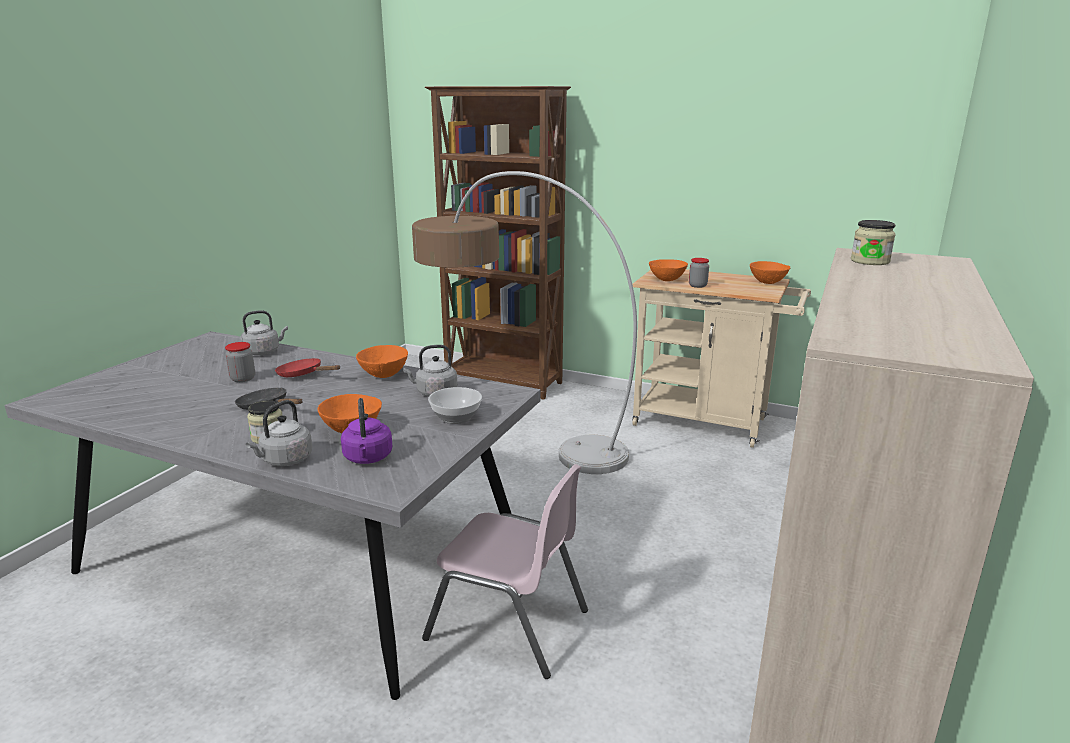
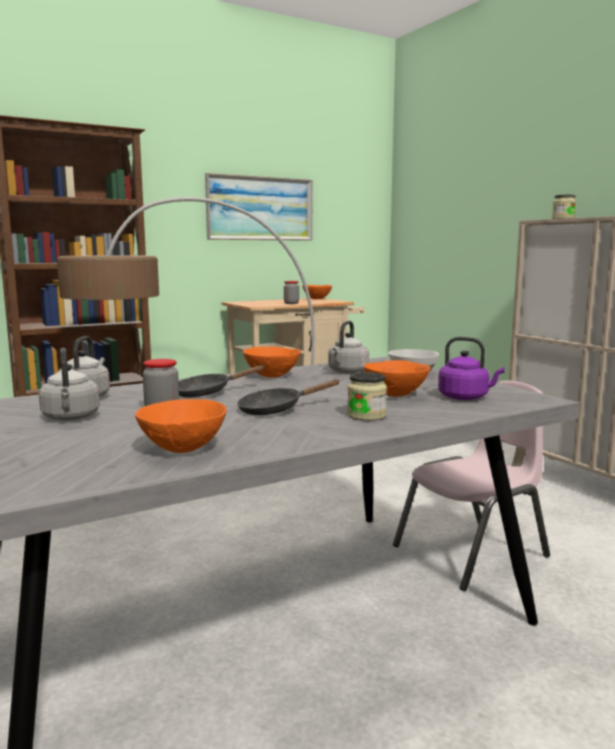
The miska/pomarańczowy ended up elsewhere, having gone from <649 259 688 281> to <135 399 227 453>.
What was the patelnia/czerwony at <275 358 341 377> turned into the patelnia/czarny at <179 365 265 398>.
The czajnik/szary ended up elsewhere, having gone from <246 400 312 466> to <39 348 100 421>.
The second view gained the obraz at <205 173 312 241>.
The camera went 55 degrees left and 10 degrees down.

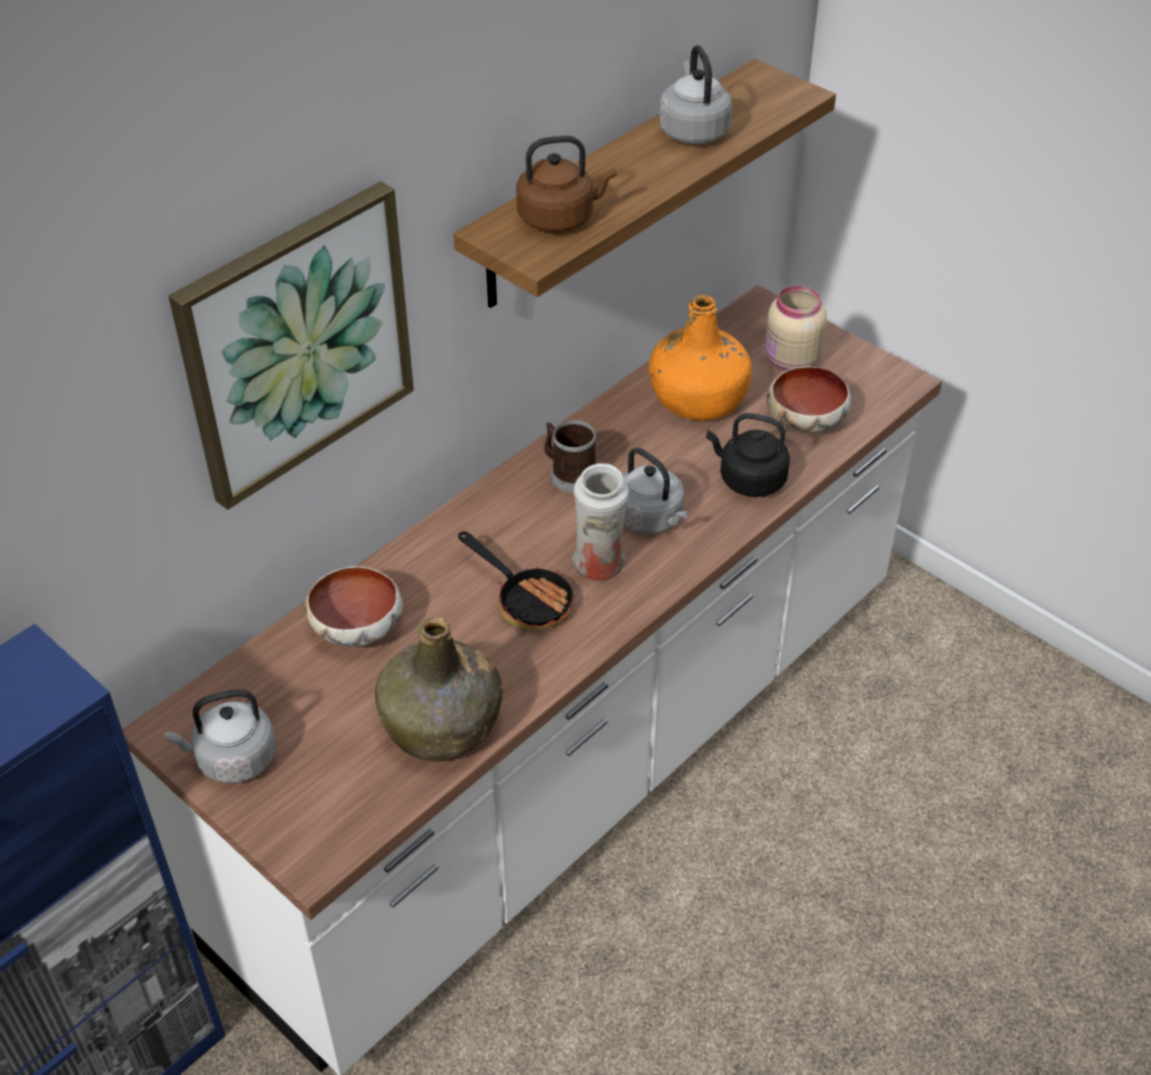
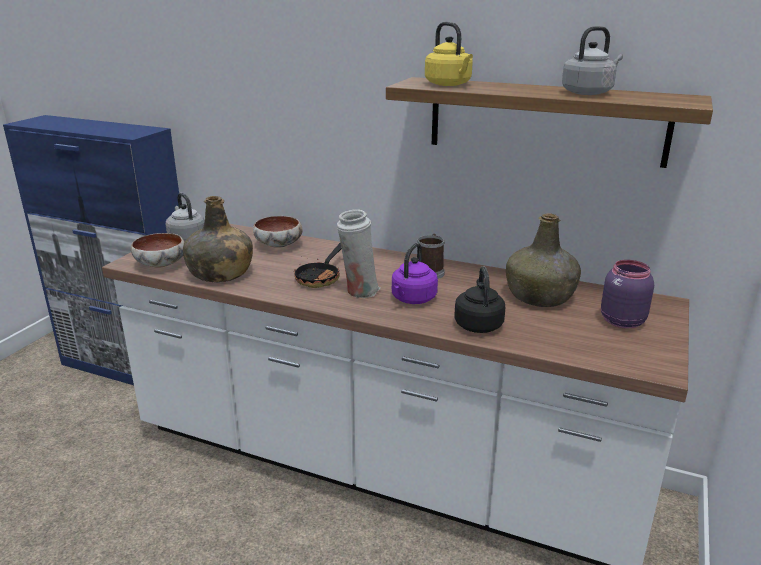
What was the czajnik/brązowy at <516 136 616 233> turned into the czajnik/żółty at <425 22 473 86>.
The second view lost the obraz at <169 181 414 510>.
What was the słoik/beżowy at <765 286 827 371> turned into the słoik/fioletowy at <601 260 654 328>.
What was the butelka/pomarańczowy at <649 295 752 421> turned into the butelka/zielony at <506 213 581 307>.
The miska ended up elsewhere, having gone from <766 366 851 432> to <131 233 185 268>.
What was the czajnik/szary at <623 448 689 533> turned into the czajnik/fioletowy at <392 243 438 304>.
The camera went 70 degrees right and 20 degrees down.

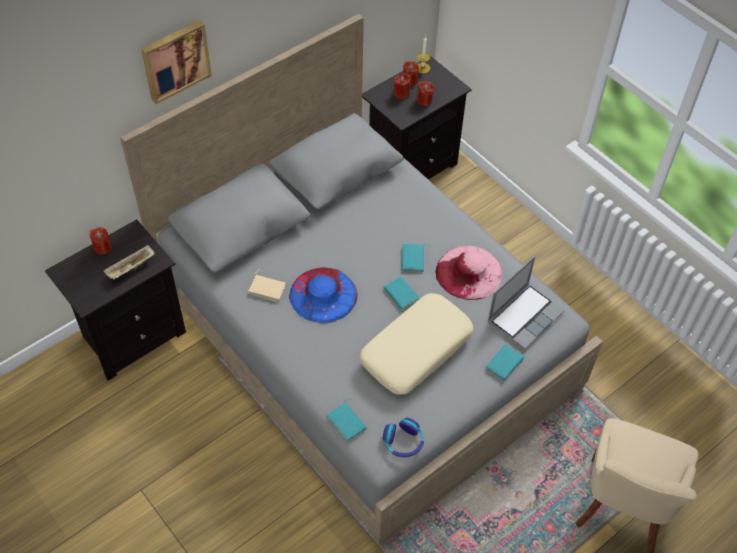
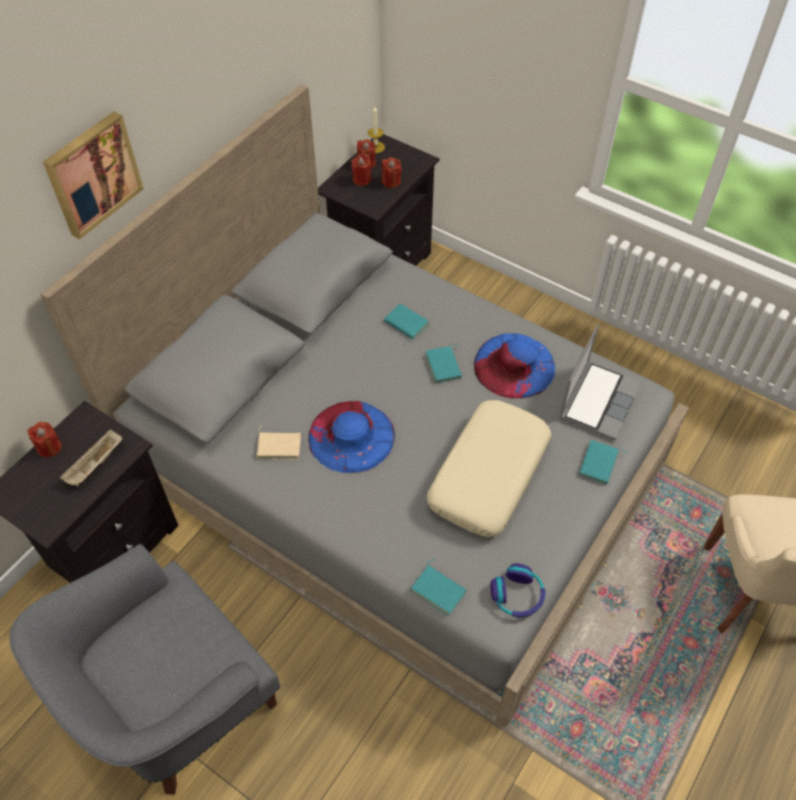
What was the kapelusz/różowy at <436 245 502 300> turned into the kapelusz/niebieski at <474 333 555 398>.
The książka/turkusowy ended up elsewhere, having gone from <384 277 420 312> to <384 304 429 342>.
The second view gained the fotel/szary at <10 544 280 795>.
The camera went 15 degrees left and 0 degrees up.

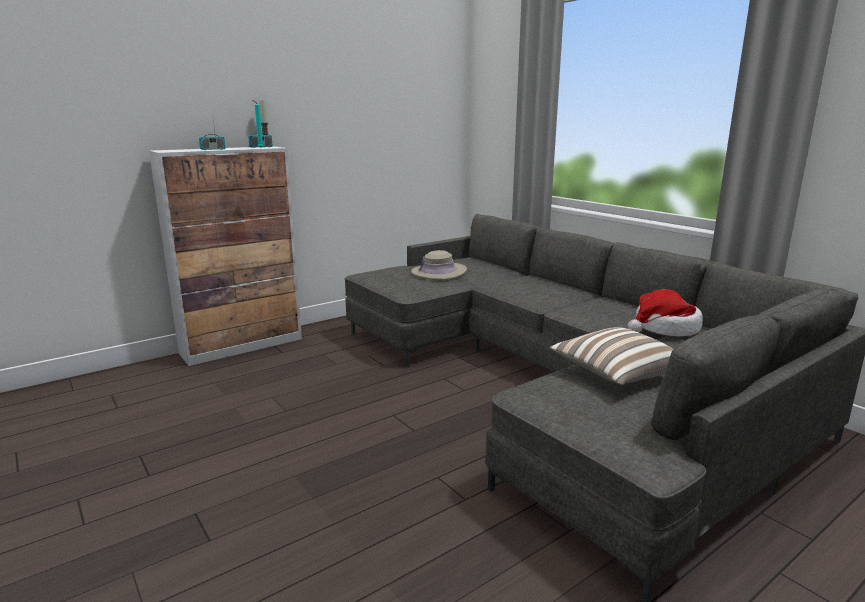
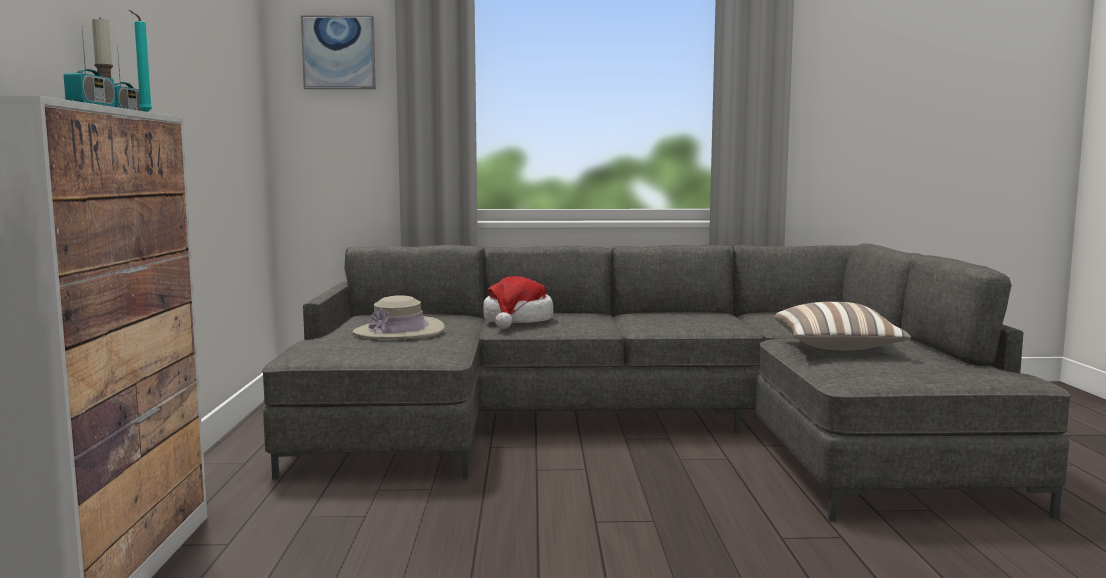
The kapelusz ended up elsewhere, having gone from <628 289 703 336> to <483 276 553 329>.
The second view gained the obraz at <301 15 376 89>.
The camera went 55 degrees left and 10 degrees down.

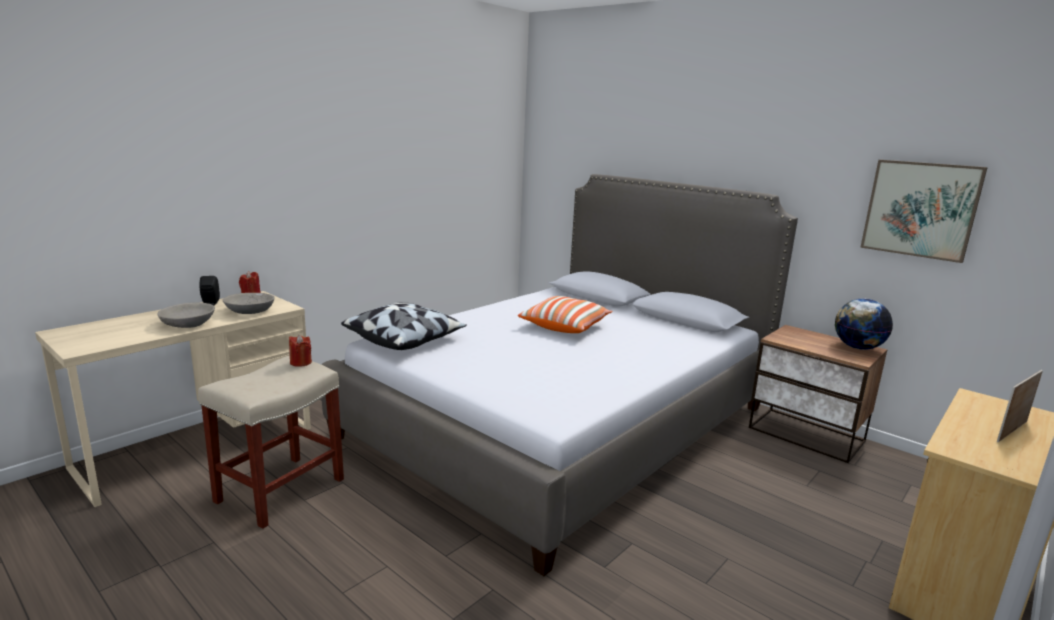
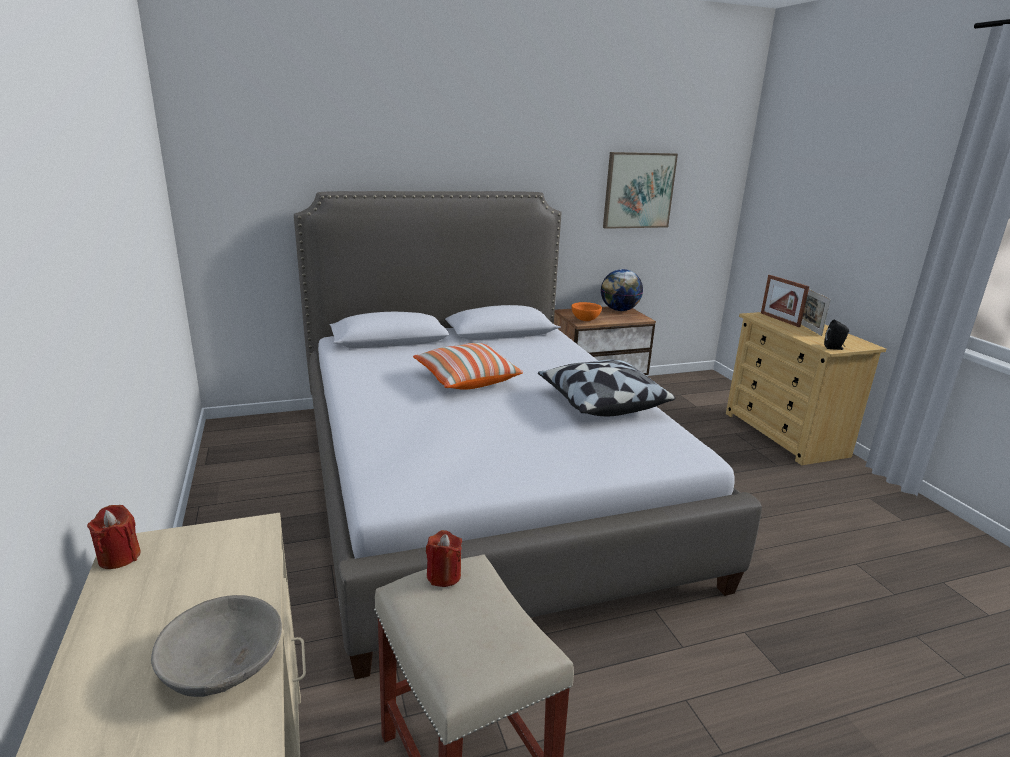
The głośnik/czarny ended up elsewhere, having gone from <199 276 220 306> to <824 320 849 350>.
The second view lost the miska/szary at <223 293 274 314>.
The poduszka ended up elsewhere, having gone from <341 302 467 350> to <538 360 675 417>.
The second view gained the ramka na zdjęcie at <761 275 809 327>.
The second view gained the miska/pomarańczowy at <571 302 602 321>.
The camera went 60 degrees left and 5 degrees up.

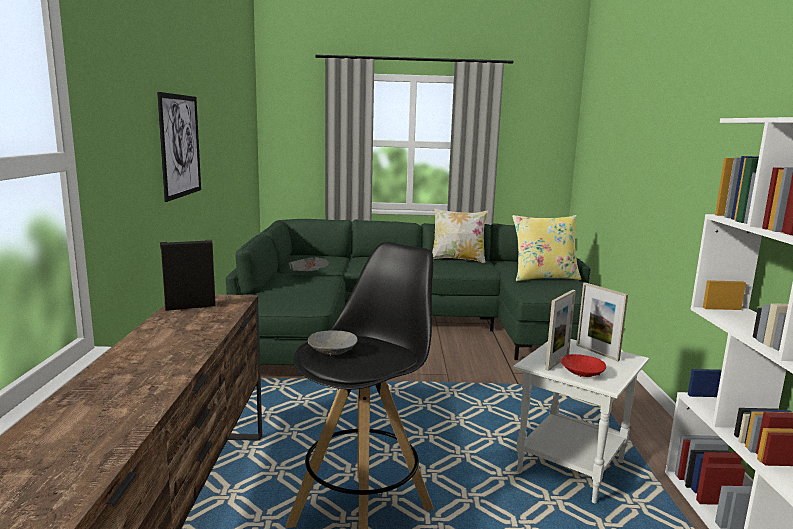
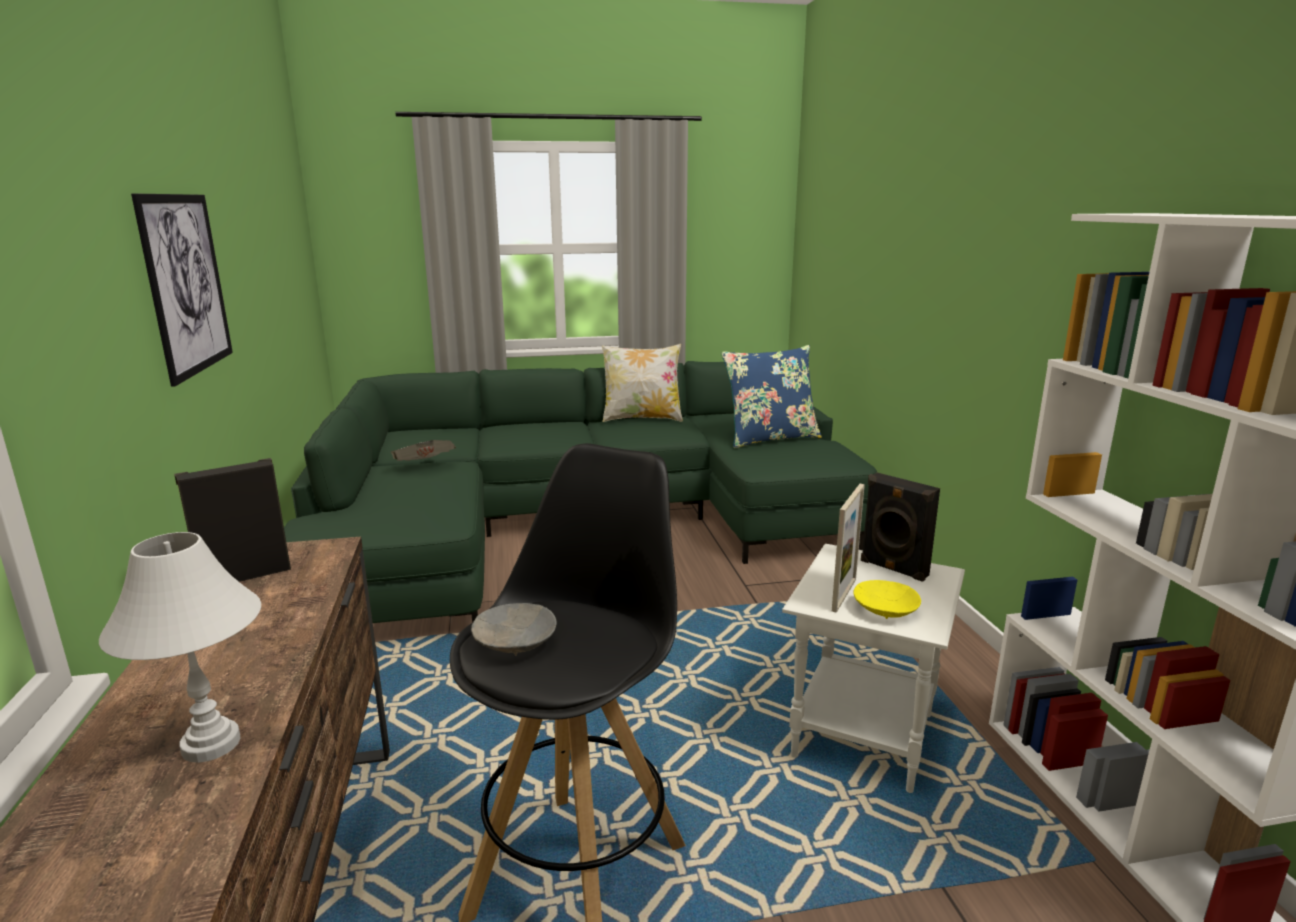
What was the poduszka/żółty at <512 215 581 281> turned into the poduszka/niebieski at <721 345 822 448>.
Where the ramka na zdjęcie stood at <577 282 628 361>, the głośnik/czarny came to stand at <861 473 940 582>.
What was the miska/czerwony at <561 354 606 377> turned into the miska/żółty at <853 580 921 619>.
The second view gained the lampa stołowa/biały at <99 532 261 763>.
The camera went 10 degrees left and 5 degrees up.

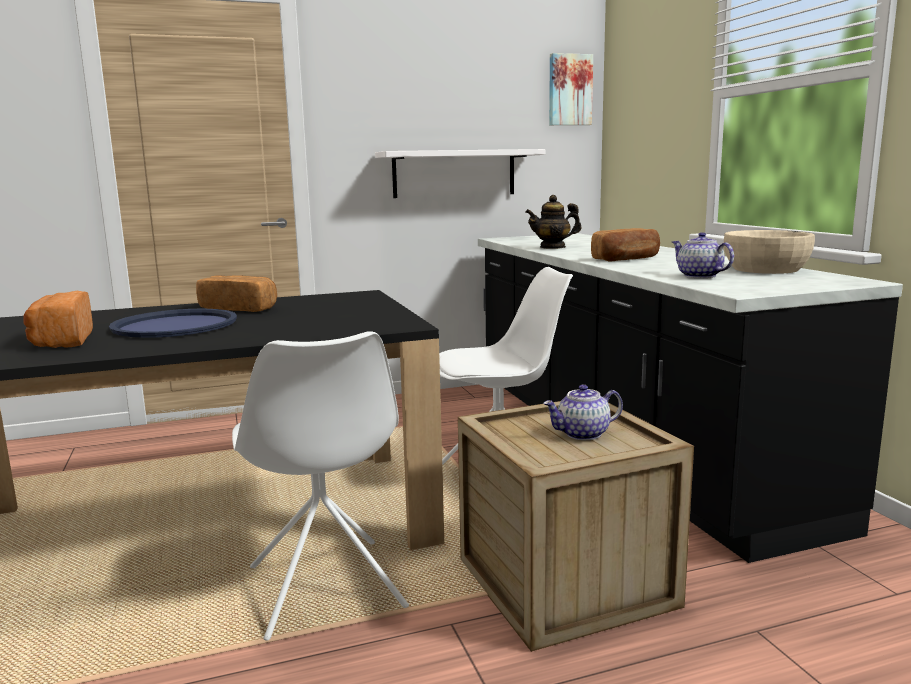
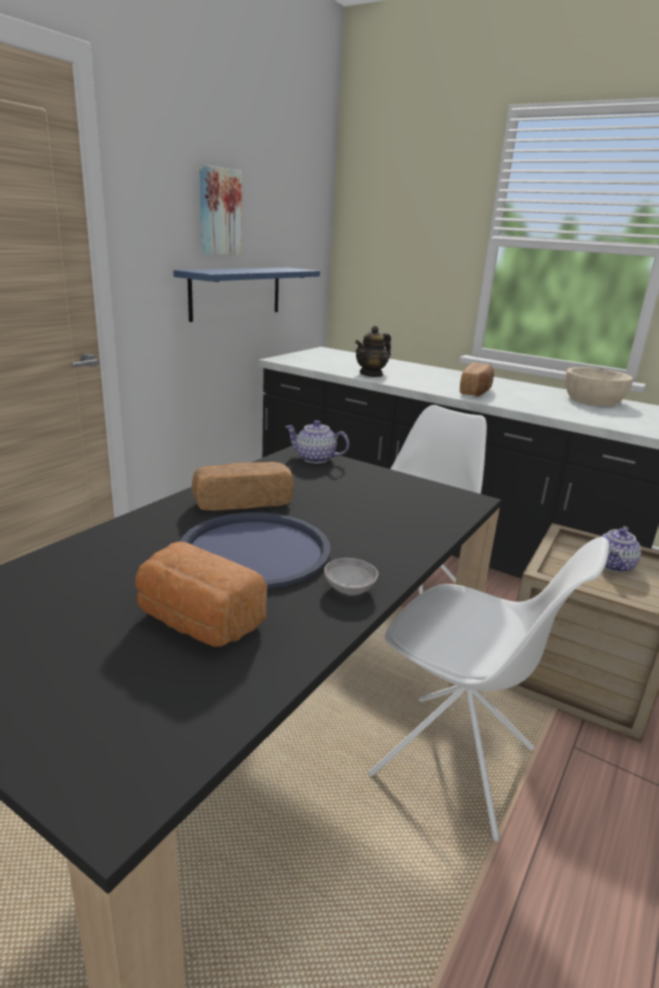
The obraz ended up elsewhere, having gone from <549 53 593 125> to <199 165 242 255>.
What was the półka/biały at <375 149 545 198> turned into the półka/niebieski at <173 268 320 322>.
The imbryk ended up elsewhere, having gone from <672 232 734 278> to <285 420 349 464>.
The second view gained the miska/szary at <324 558 379 595>.
The camera went 40 degrees left and 10 degrees up.

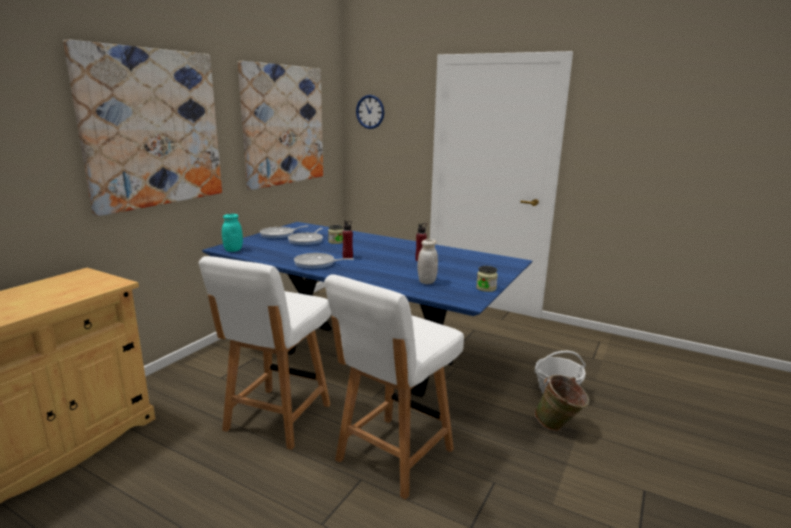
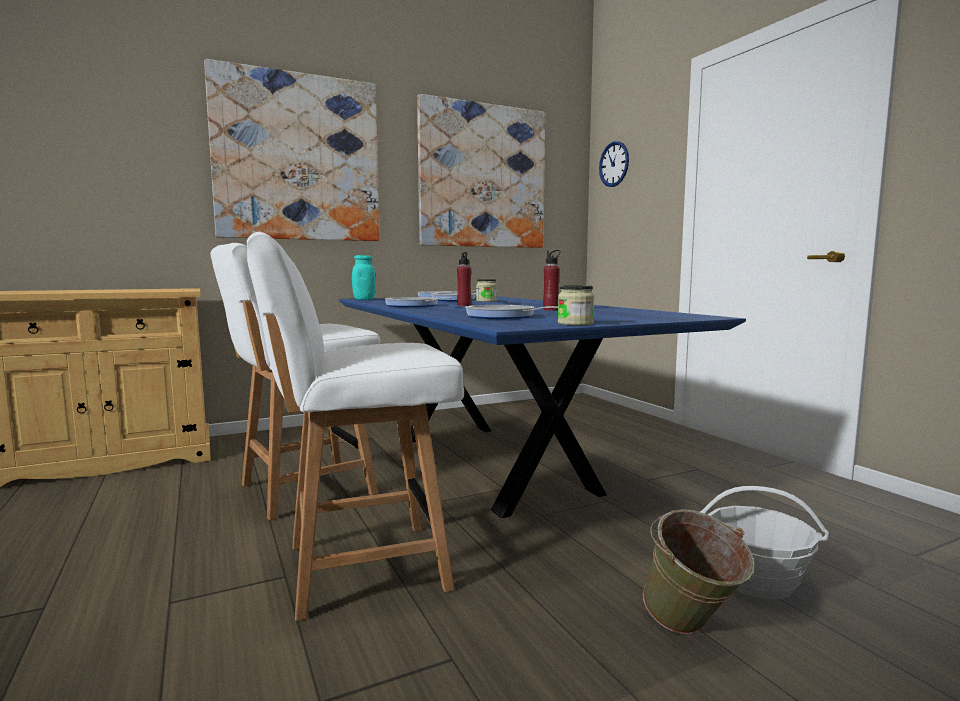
Where the słoik/biały stood at <417 239 438 284>, the patelnia came to stand at <466 305 558 319>.
The camera went 35 degrees right and 10 degrees down.

